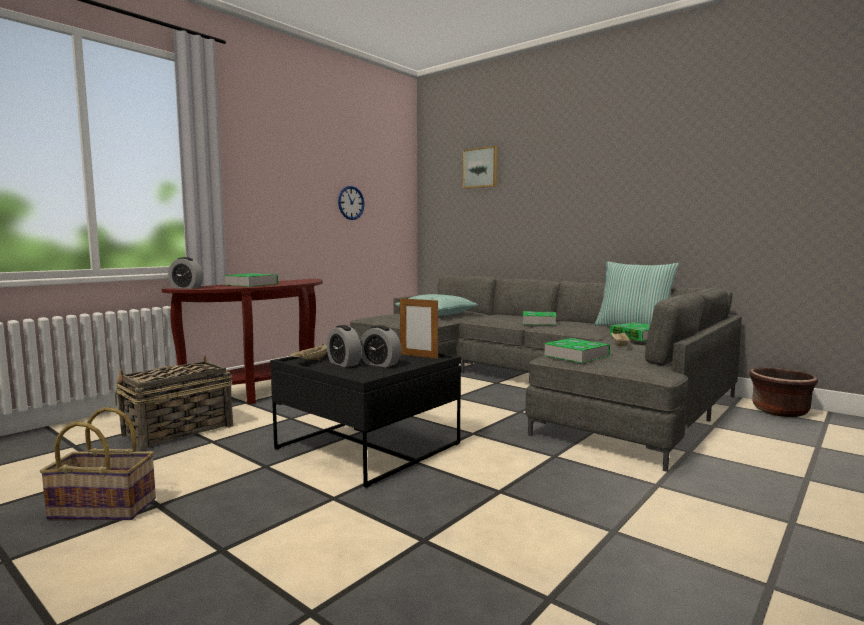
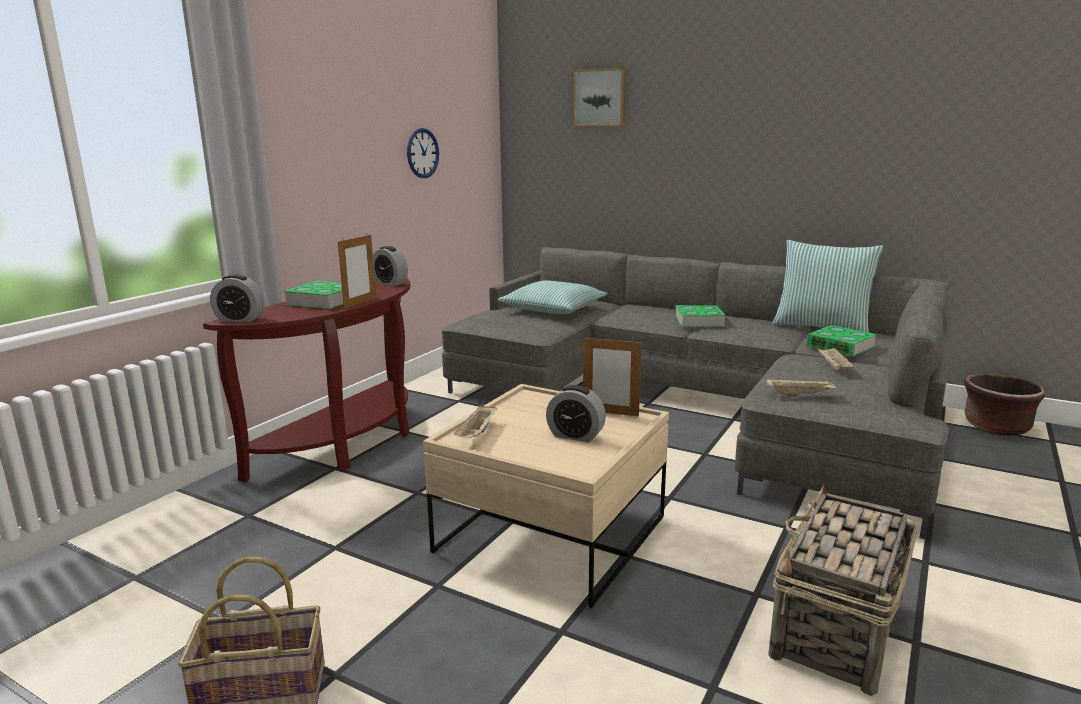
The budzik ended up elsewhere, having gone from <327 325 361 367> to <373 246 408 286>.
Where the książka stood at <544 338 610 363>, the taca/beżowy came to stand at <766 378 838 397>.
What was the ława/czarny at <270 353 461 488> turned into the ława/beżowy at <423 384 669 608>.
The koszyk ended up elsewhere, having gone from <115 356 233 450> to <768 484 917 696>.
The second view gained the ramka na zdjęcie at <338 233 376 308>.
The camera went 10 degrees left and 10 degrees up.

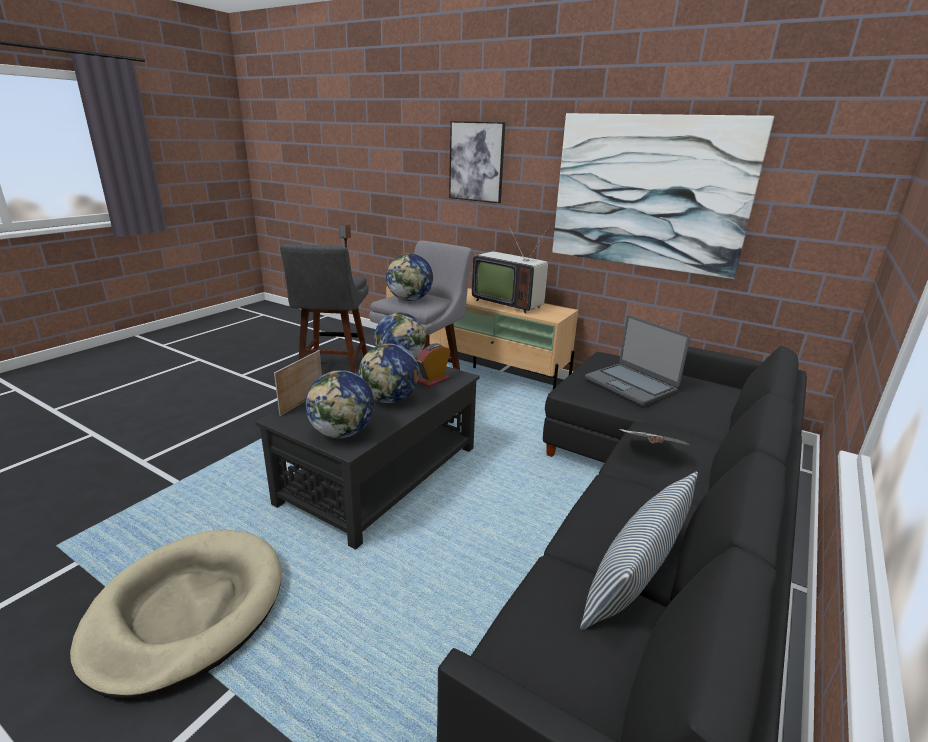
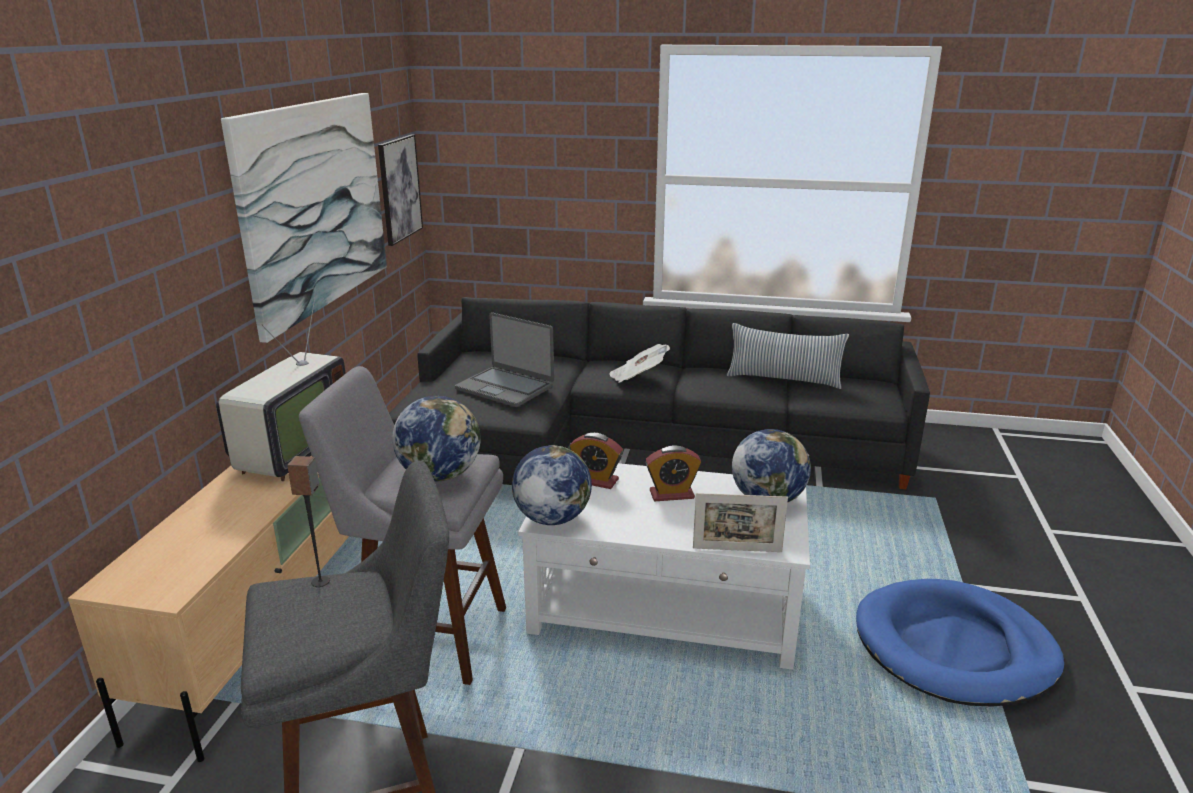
The obraz ended up elsewhere, having gone from <449 121 505 203> to <378 134 423 246>.
The laptop at <585 315 690 406> ended up facing another way, 90 degrees clockwise from before.
Where the globus stood at <358 344 419 403>, the budzik came to stand at <645 445 701 501>.
What was the ława/czarny at <255 359 479 550> turned into the ława/biały at <518 463 810 670>.
What was the legowisko/beżowy at <70 530 281 699> turned into the legowisko/niebieski at <856 579 1064 707>.
The camera went 110 degrees left and 0 degrees up.

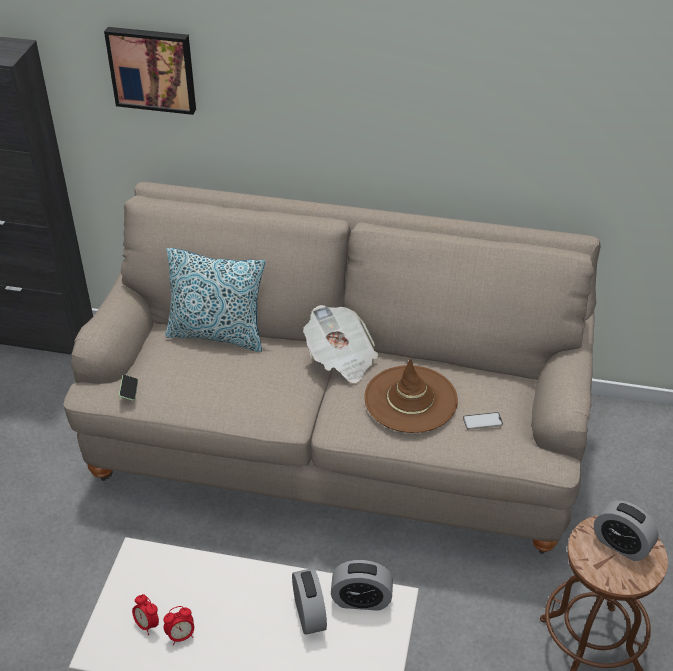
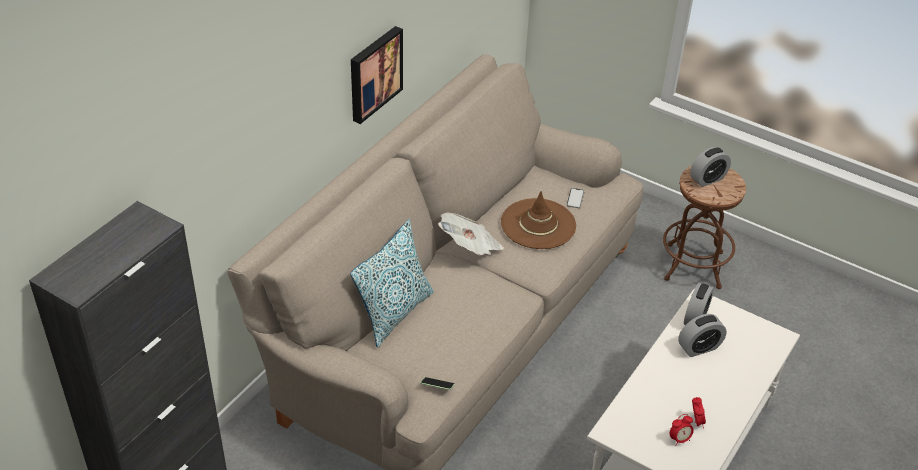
The obraz ended up elsewhere, having gone from <104 27 196 115> to <351 26 403 124>.
The budzik at <292 568 327 635> ended up facing another way, 150 degrees clockwise from before.
The camera went 70 degrees left and 0 degrees up.

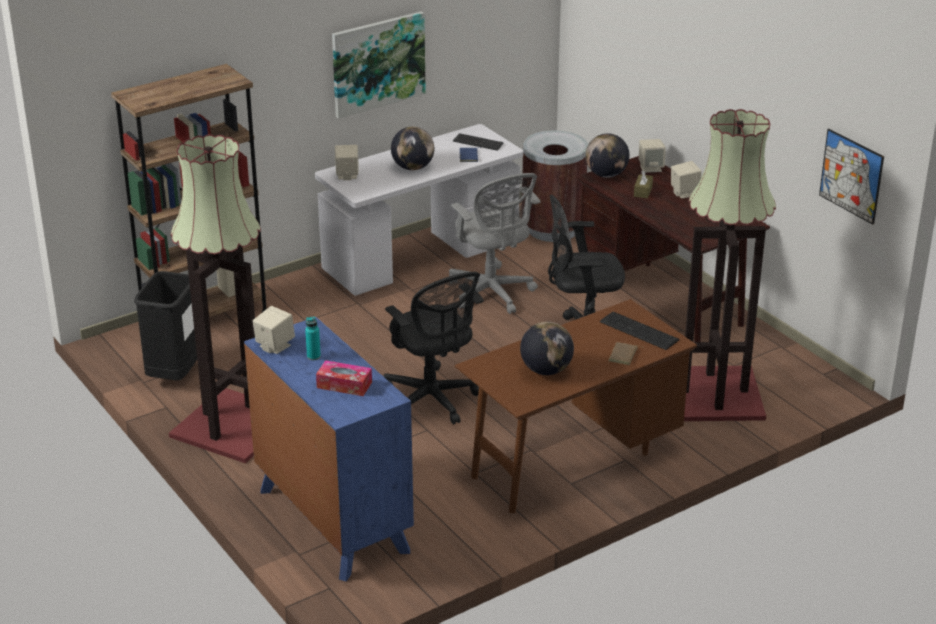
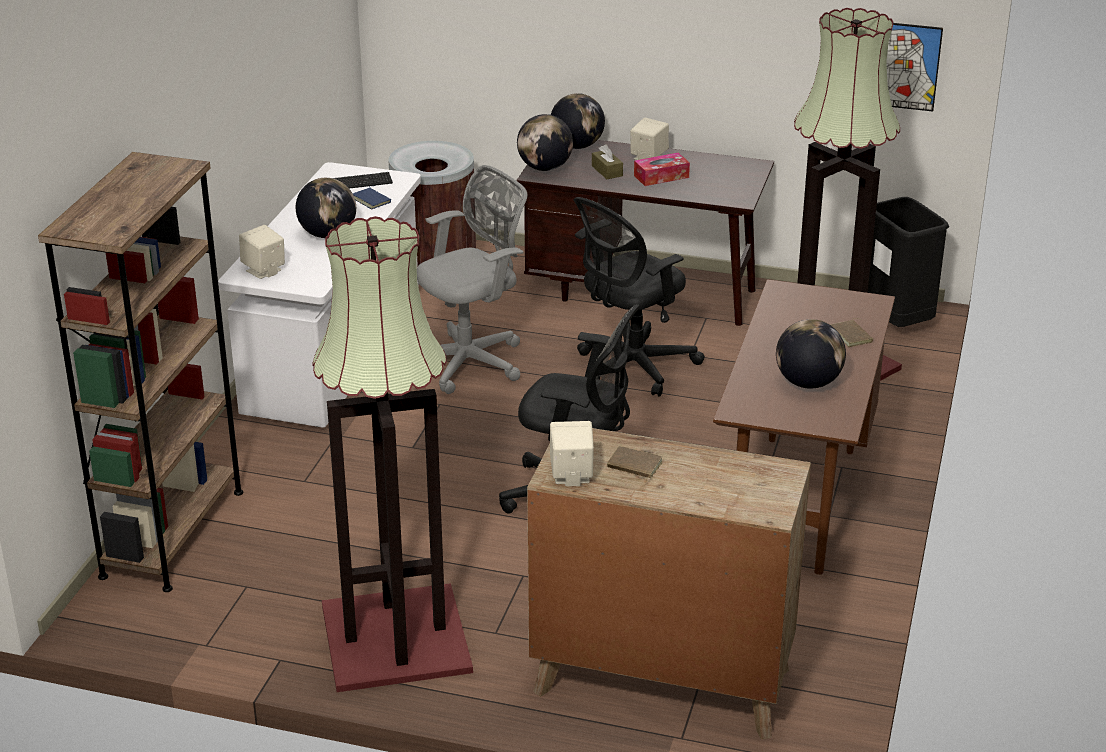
The second view lost the obraz at <332 11 426 119>.
Where the głośnik/beżowy stood at <639 139 666 173>, the globus came to stand at <551 93 605 149>.
The krzesło biurowe/szary at <449 173 541 314> ended up facing another way, 60 degrees counterclockwise from before.
The kosz na śmieci/czarny ended up elsewhere, having gone from <134 271 197 380> to <868 197 949 327>.
The second view lost the klawiatura at <600 312 680 350>.
Where the butelka/turkusowy stood at <305 316 321 360>, the książka/brązowy came to stand at <607 446 663 480>.
What was the komoda/niebieski at <244 317 414 581> turned into the komoda/brązowy at <527 428 811 740>.
The pudełko chusteczek ended up elsewhere, having gone from <316 360 372 396> to <634 153 690 186>.
The camera went 40 degrees left and 0 degrees up.

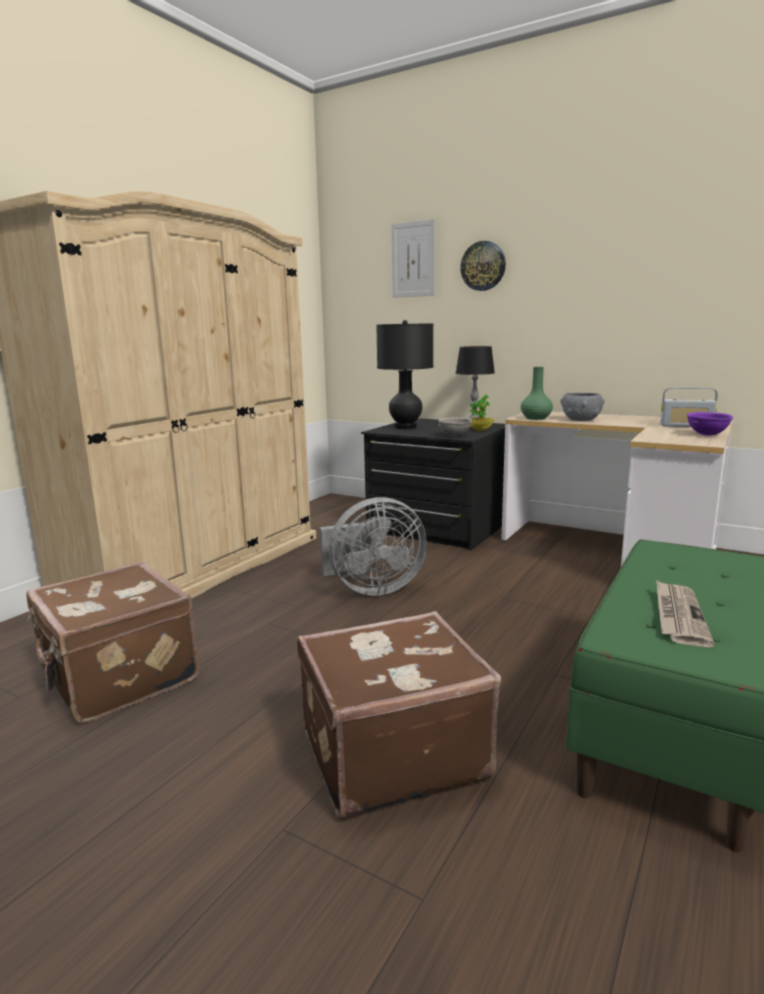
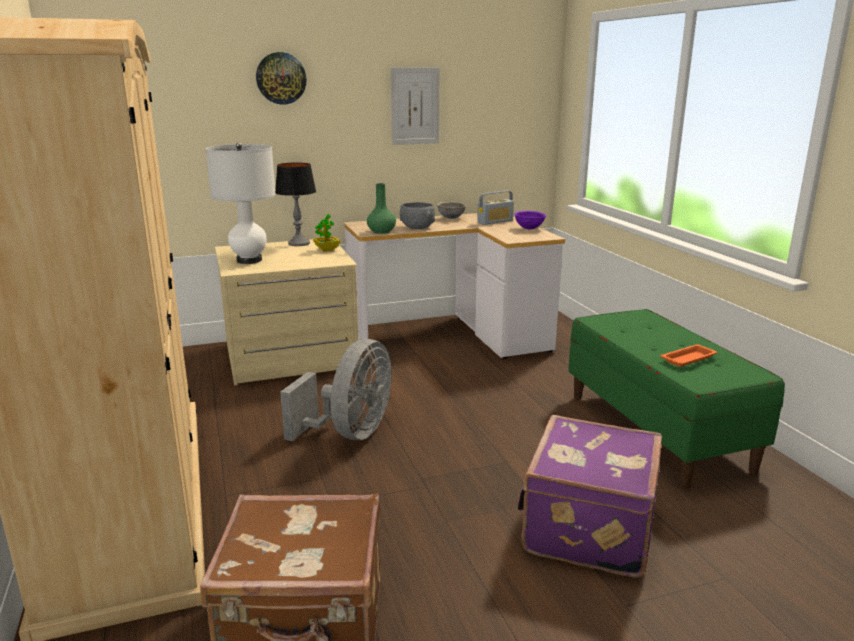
The obraz ended up elsewhere, having gone from <392 219 435 298> to <391 67 440 145>.
What was the lampa stołowa/czarny at <376 320 433 429> turned into the lampa stołowa/biały at <206 143 276 264>.
The miska/szary ended up elsewhere, having gone from <438 417 473 437> to <437 202 466 219>.
What was the komoda/czarny at <361 418 505 550> turned into the komoda/beżowy at <215 239 359 385>.
Where the gazeta stood at <656 580 715 647>, the taca/pomarańczowy came to stand at <660 344 717 367>.
What was the walizka/brązowy at <297 611 501 820> turned into the walizka/fioletowy at <517 415 662 578>.
The camera went 50 degrees left and 5 degrees up.

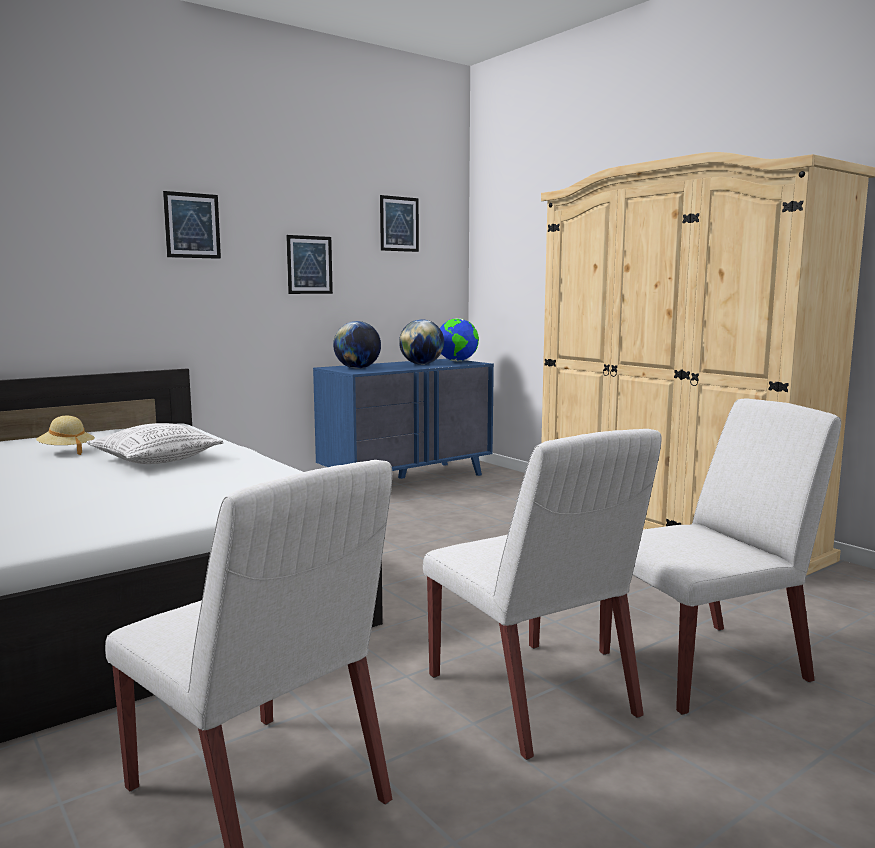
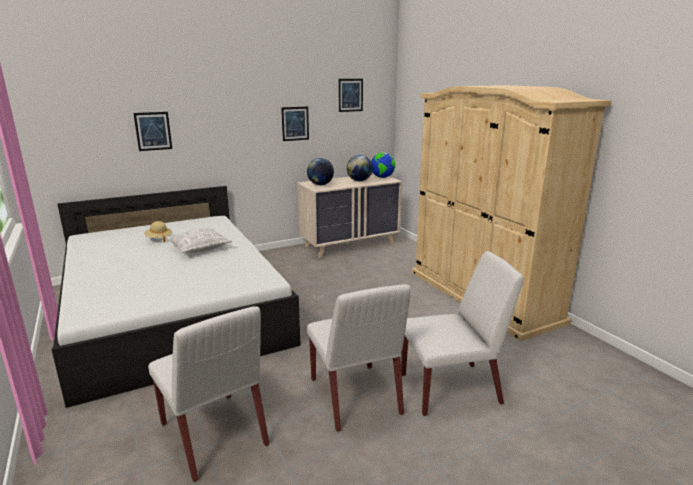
The obraz ended up elsewhere, having gone from <163 191 221 259> to <133 112 172 151>.
What was the komoda/niebieski at <313 359 494 479> turned into the komoda/beżowy at <297 174 402 258>.
The camera went 10 degrees right and 10 degrees up.

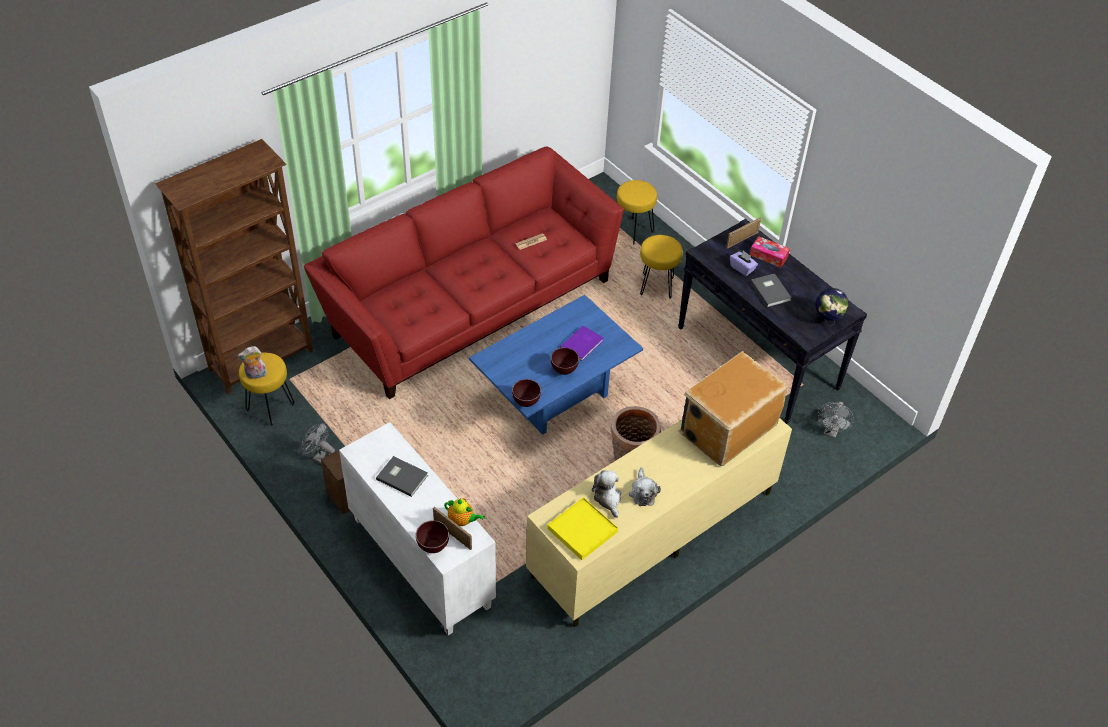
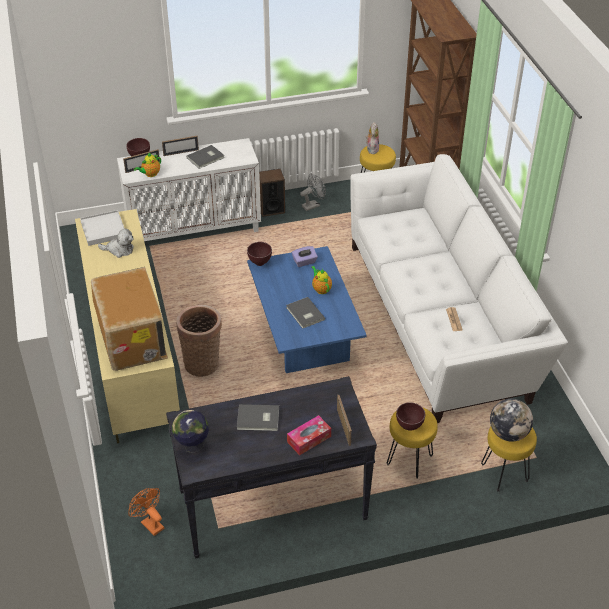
What was the kanapa/czerwony at <304 147 624 399> turned into the kanapa/biały at <350 154 568 423>.
The pudełko chusteczek/fioletowy ended up elsewhere, having gone from <730 250 758 276> to <292 246 318 267>.
What was the książka/fioletowy at <560 326 604 361> turned into the książka/szary at <286 297 325 329>.
The miska/brązowy ended up elsewhere, having gone from <551 348 579 375> to <396 402 425 431>.
What was the wentylator/szary at <817 402 854 438> turned into the wentylator/pomarańczowy at <128 488 164 536>.
The second view lost the pluszak at <629 468 661 506>.
What was the taca/żółty at <547 497 618 560> turned into the taca/biały at <80 210 125 246>.
The second view gained the ramka na zdjęcie at <162 136 199 156>.
The second view gained the imbryk at <312 266 332 294>.
The second view gained the globus at <490 399 533 442>.
The camera went 115 degrees right and 5 degrees down.

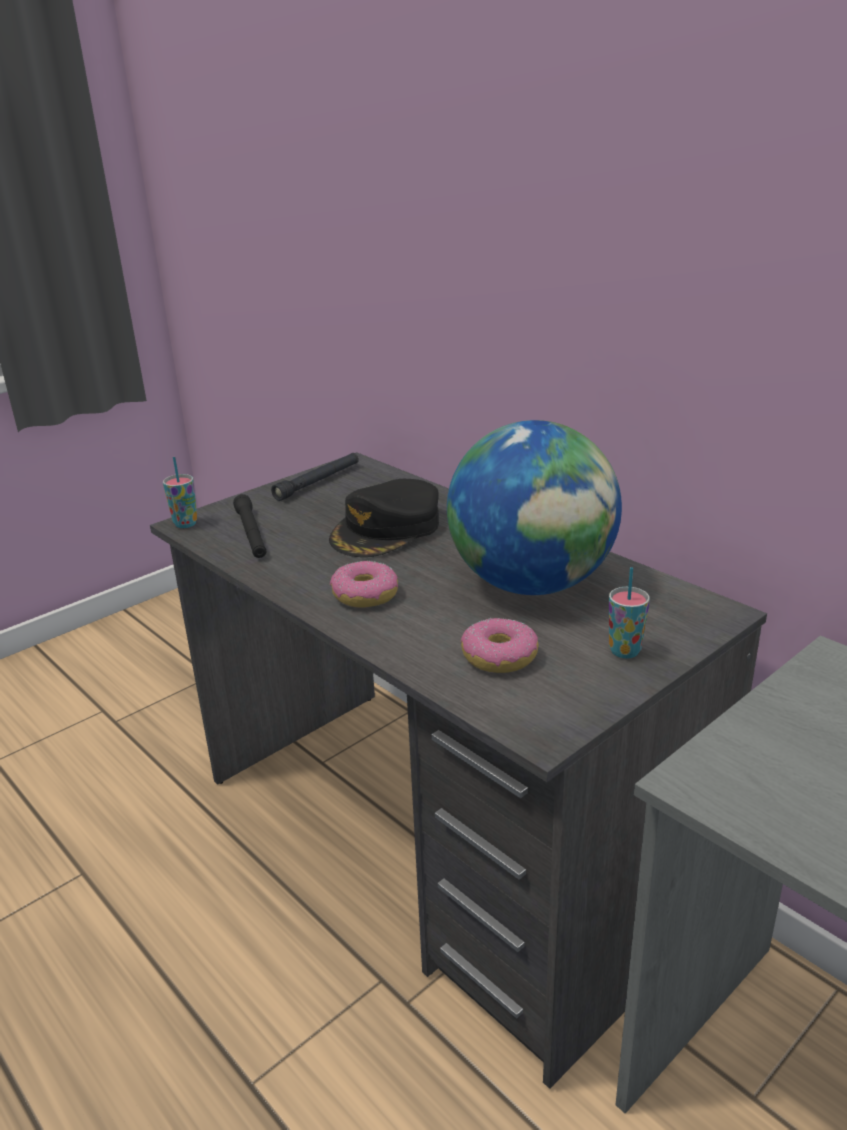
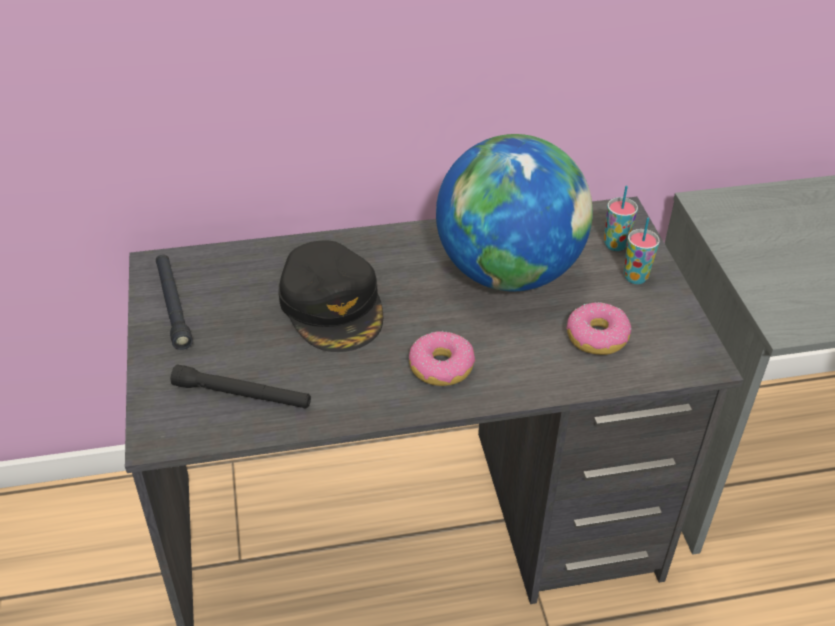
The filiżanka ended up elsewhere, having gone from <163 457 197 528> to <604 186 638 251>.
The camera went 60 degrees left and 15 degrees up.

